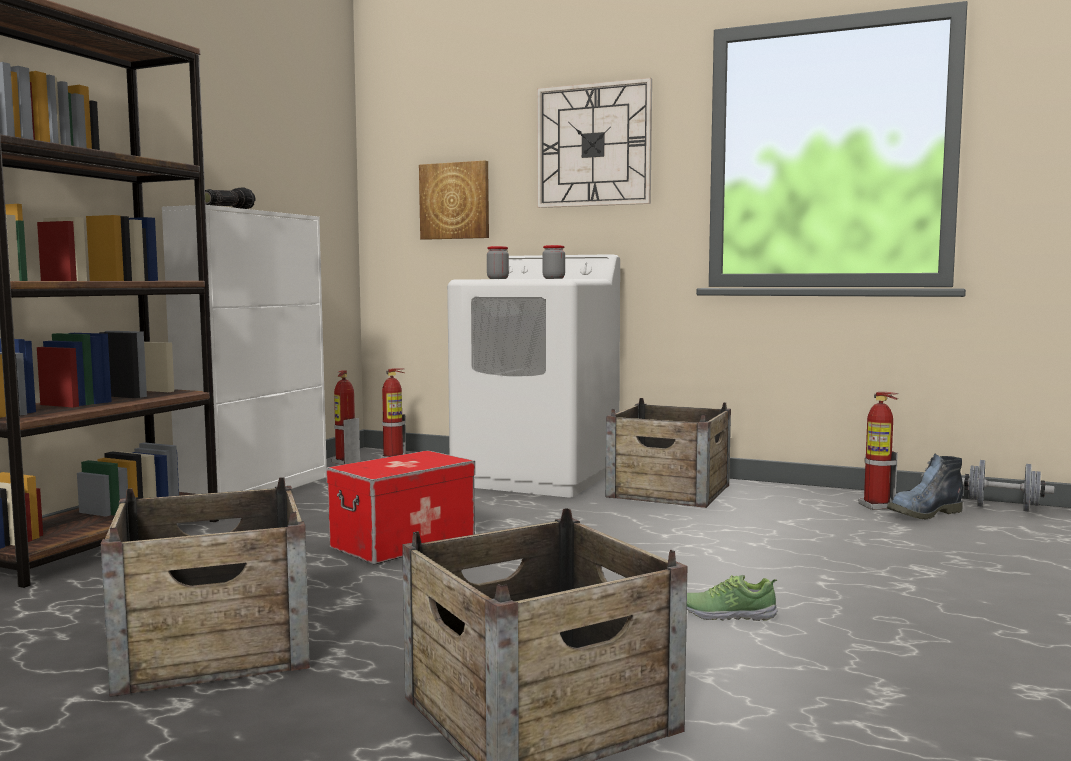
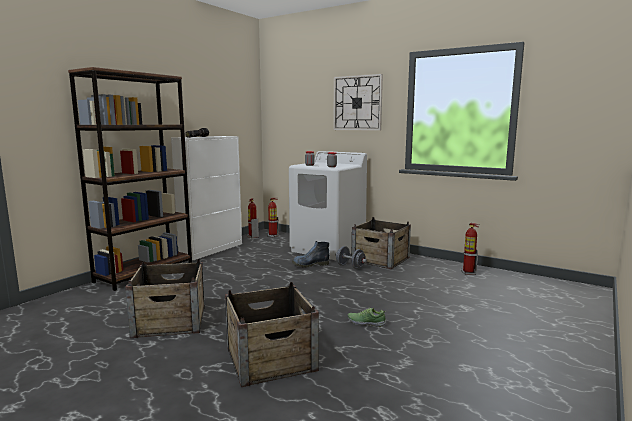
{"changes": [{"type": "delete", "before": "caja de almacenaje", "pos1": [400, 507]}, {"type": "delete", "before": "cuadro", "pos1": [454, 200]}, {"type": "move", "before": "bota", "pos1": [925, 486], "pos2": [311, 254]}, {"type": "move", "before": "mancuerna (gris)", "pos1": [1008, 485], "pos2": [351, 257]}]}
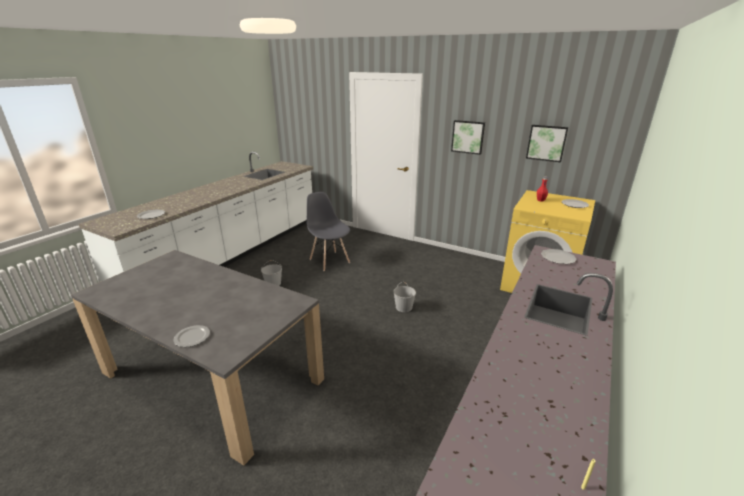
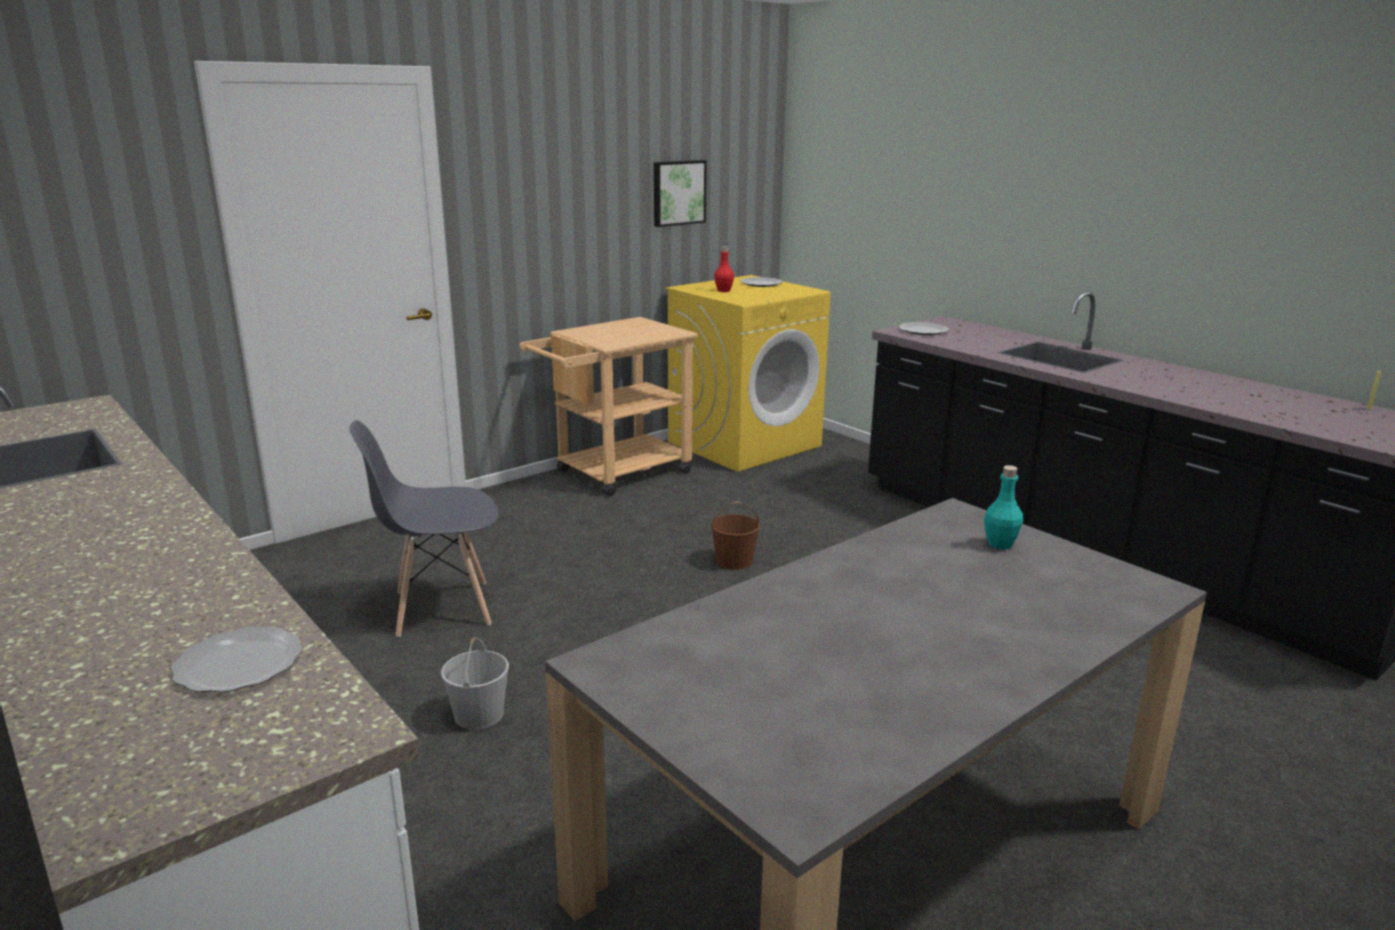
{"changes": [{"type": "delete", "before": "plato", "pos1": [192, 336]}, {"type": "delete", "before": "cuadro", "pos1": [468, 137]}, {"type": "insert", "after": "carrito (beis)", "pos2": [608, 406]}, {"type": "insert", "after": "botella (turquesa)", "pos2": [1003, 507]}, {"type": "recolor", "before": "cubo (blanco)", "after": "cubo (marrón)", "pos1": [404, 297], "pos2": [735, 536]}]}
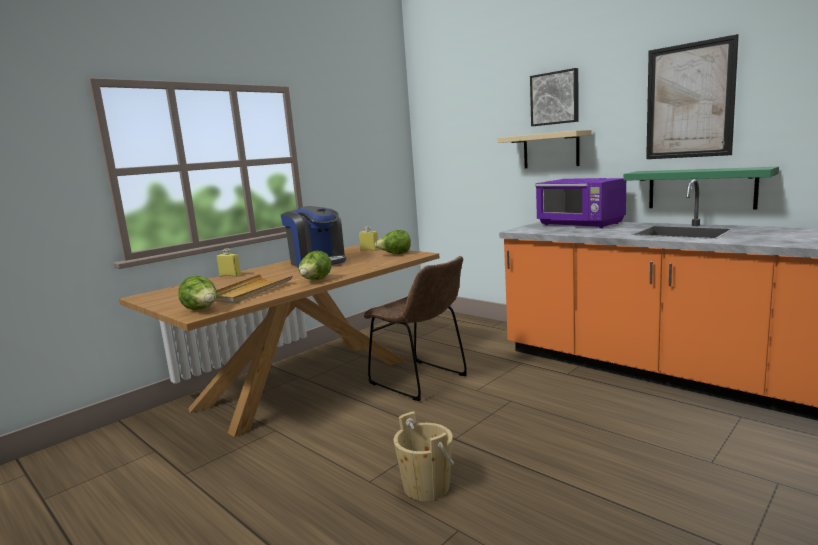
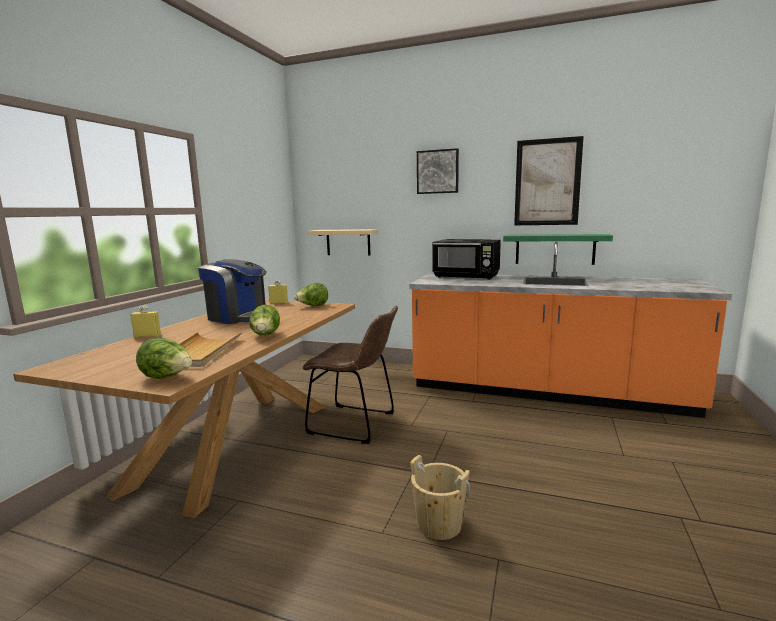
{"changes": [{"type": "move", "before": "estante (beis)", "pos1": [545, 149], "pos2": [343, 242]}, {"type": "recolor", "before": "microondas (morado)", "after": "microondas (negro)", "pos1": [580, 203], "pos2": [466, 259]}]}
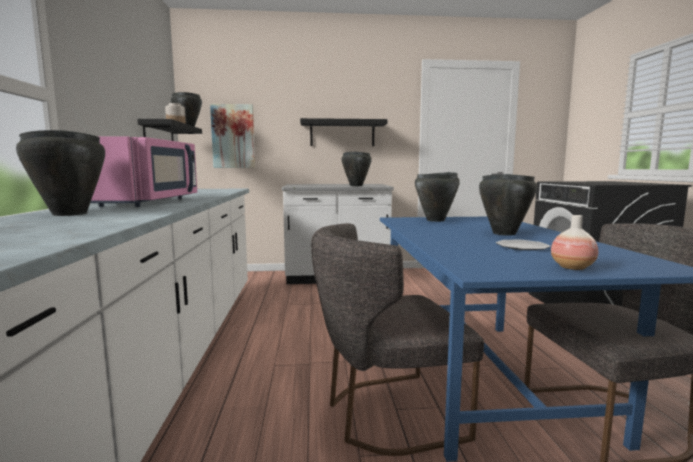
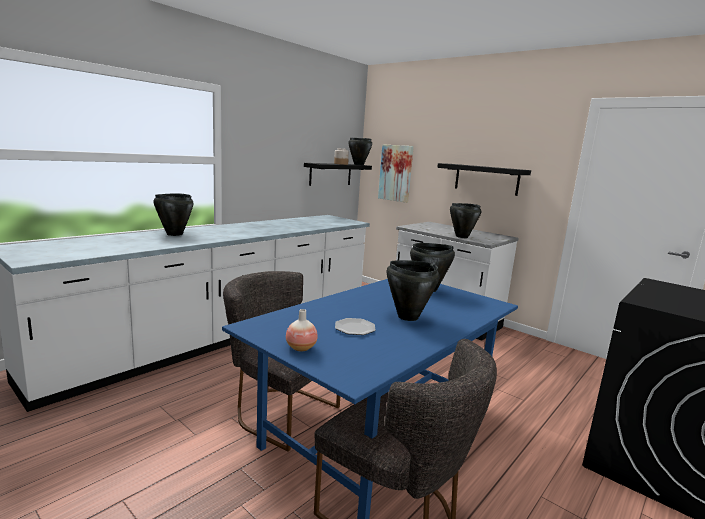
{"changes": [{"type": "delete", "before": "microondas (rosa)", "pos1": [143, 171]}]}
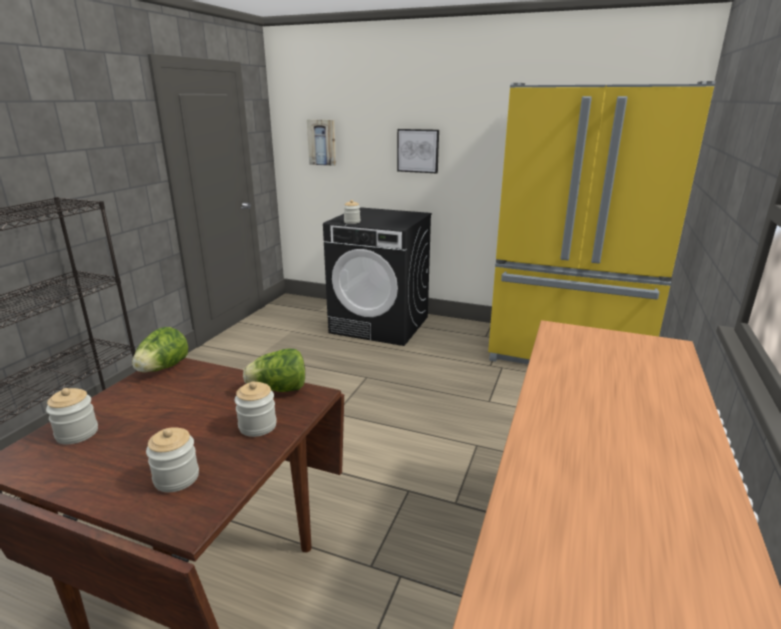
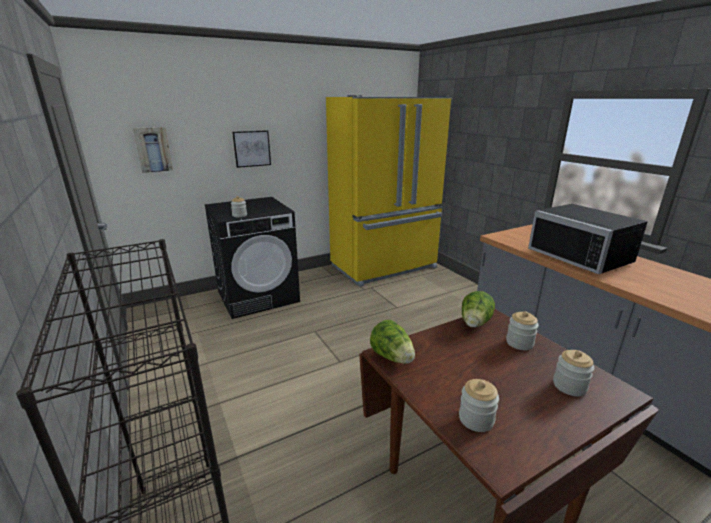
{"changes": [{"type": "insert", "after": "microondas (negro)", "pos2": [588, 239]}]}
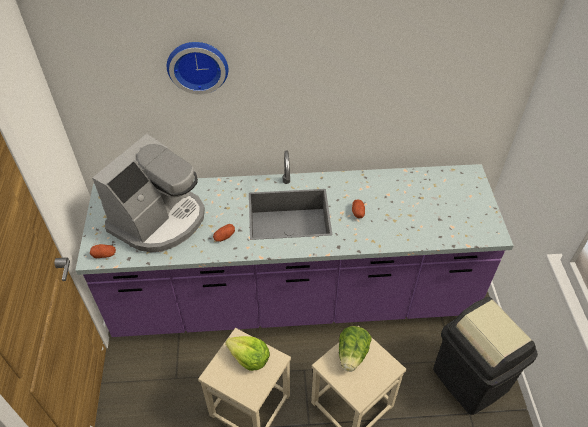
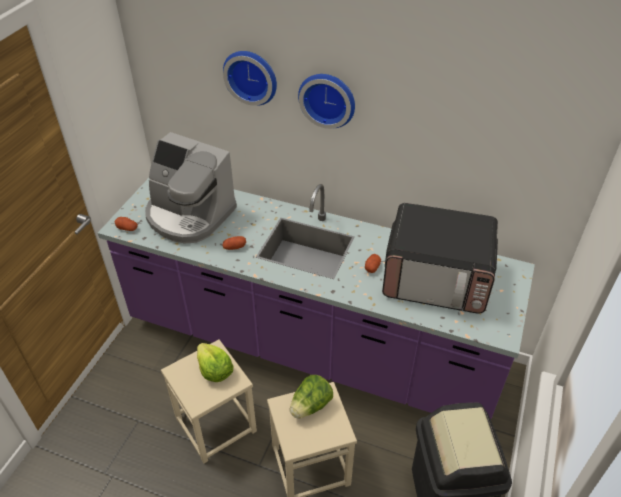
{"changes": [{"type": "insert", "after": "reloj de pared", "pos2": [326, 101]}, {"type": "insert", "after": "microondas", "pos2": [440, 258]}, {"type": "rotate", "before": "cafetera", "pos1": [148, 193], "pos2": [191, 188], "turn": 60}]}
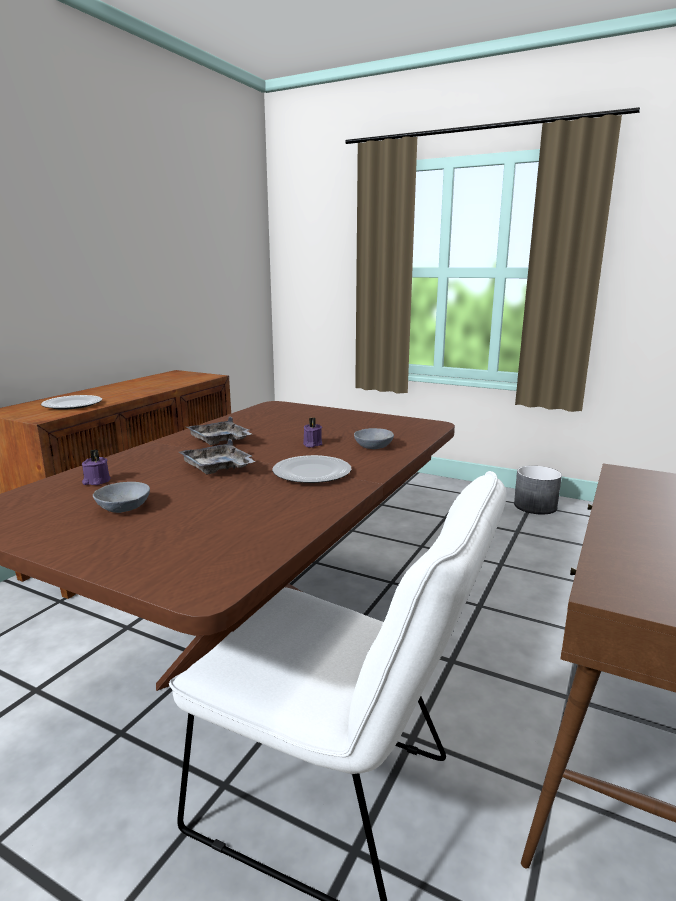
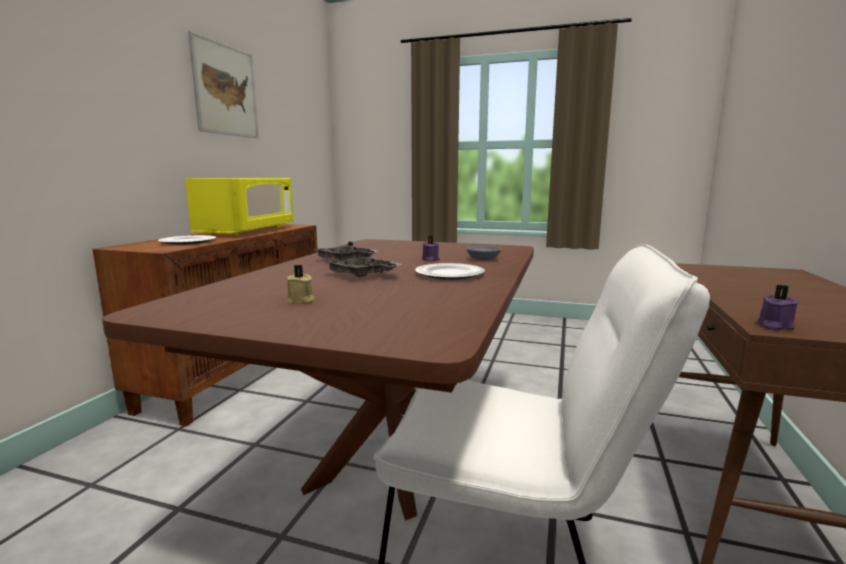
{"changes": [{"type": "delete", "before": "maceta (gris)", "pos1": [538, 490]}, {"type": "insert", "after": "microondas (amarillo)", "pos2": [239, 207]}, {"type": "insert", "after": "cuadro", "pos2": [223, 84]}, {"type": "move", "before": "vela (morado)", "pos1": [96, 467], "pos2": [778, 307]}, {"type": "replace", "before": "cuenco (gris)", "after": "vela (beis)", "pos1": [121, 497], "pos2": [301, 284]}]}
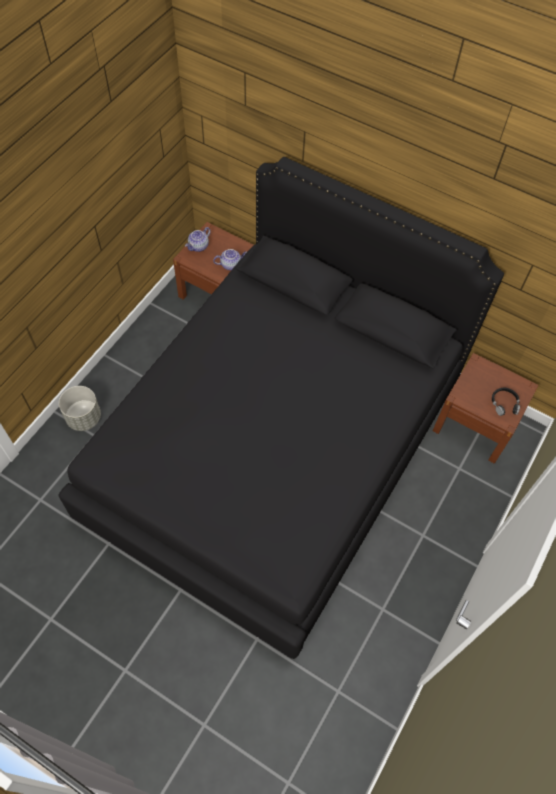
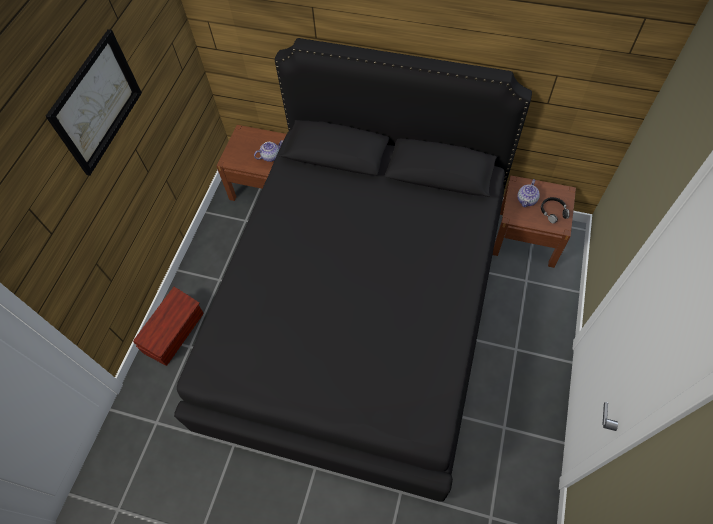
{"changes": [{"type": "insert", "after": "cuadro", "pos2": [94, 102]}, {"type": "move", "before": "tetera", "pos1": [198, 239], "pos2": [528, 193]}, {"type": "replace", "before": "maceta (gris)", "after": "caja de almacenaje (marrón)", "pos1": [80, 408], "pos2": [168, 326]}]}
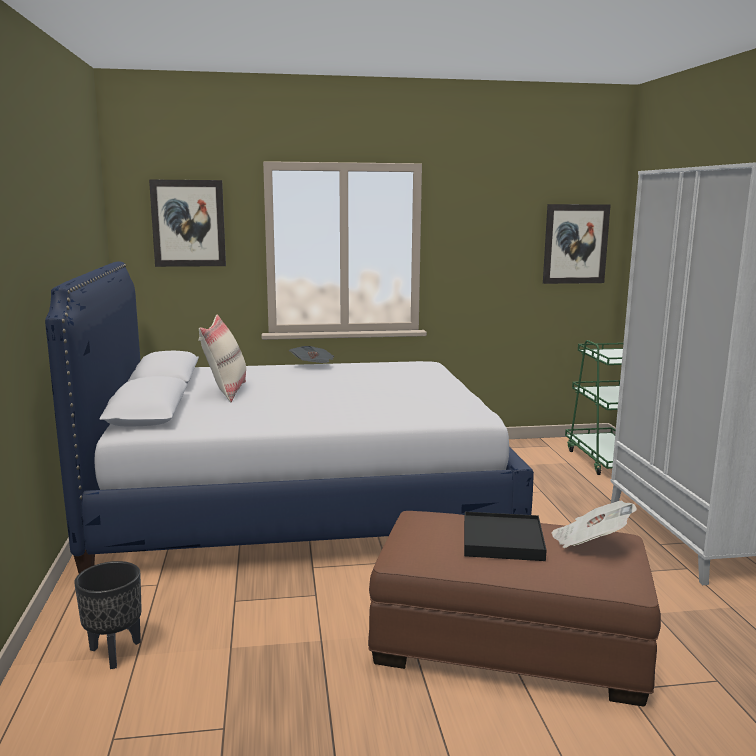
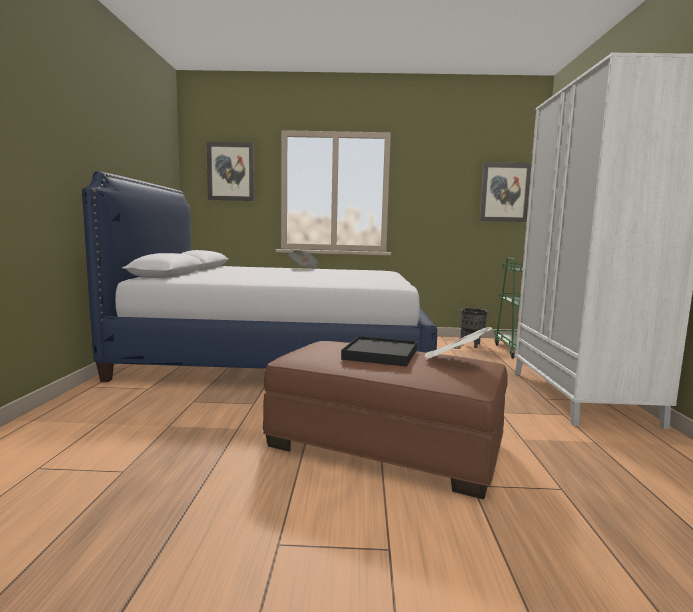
{"changes": [{"type": "delete", "before": "cojín (beis)", "pos1": [222, 358]}, {"type": "move", "before": "maceta (negro)", "pos1": [108, 615], "pos2": [474, 328]}]}
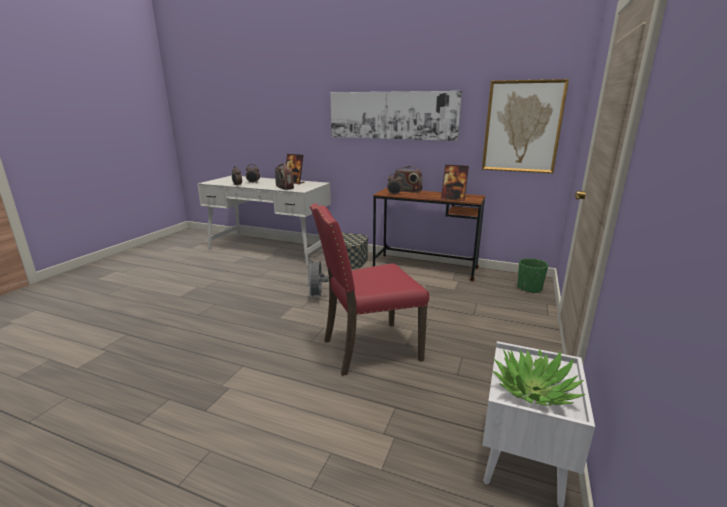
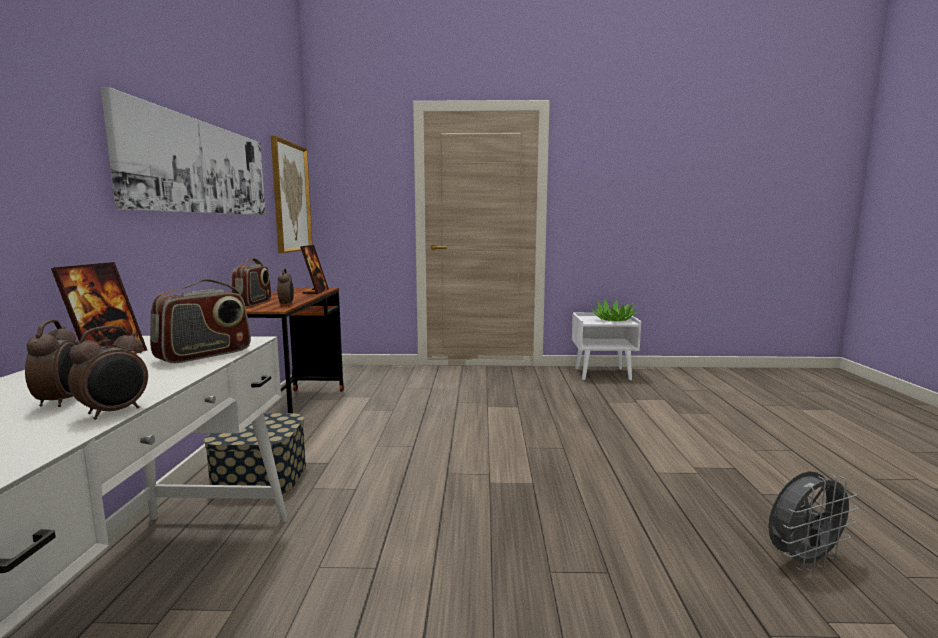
{"changes": [{"type": "delete", "before": "silla (rojo)", "pos1": [369, 289]}, {"type": "delete", "before": "maceta (verde)", "pos1": [532, 276]}, {"type": "move", "before": "ventilador (gris)", "pos1": [318, 279], "pos2": [813, 521]}]}
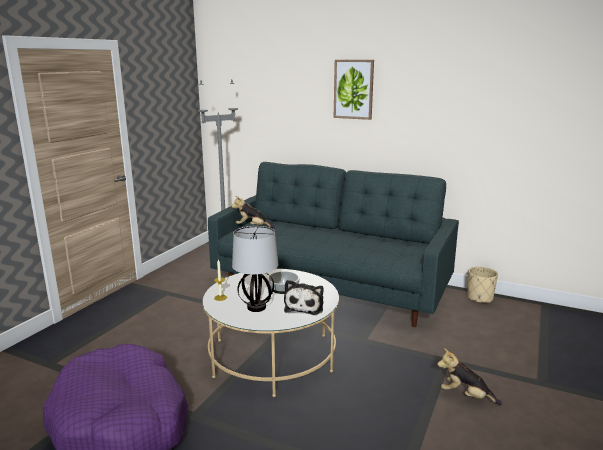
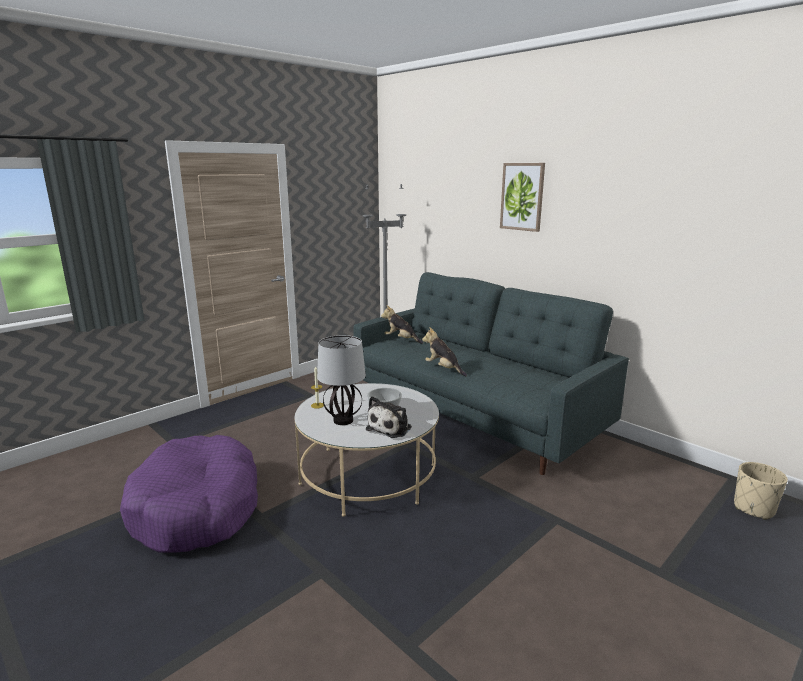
{"changes": [{"type": "move", "before": "peluche", "pos1": [469, 376], "pos2": [444, 351]}, {"type": "move", "before": "maceta (beis)", "pos1": [482, 285], "pos2": [761, 491]}]}
